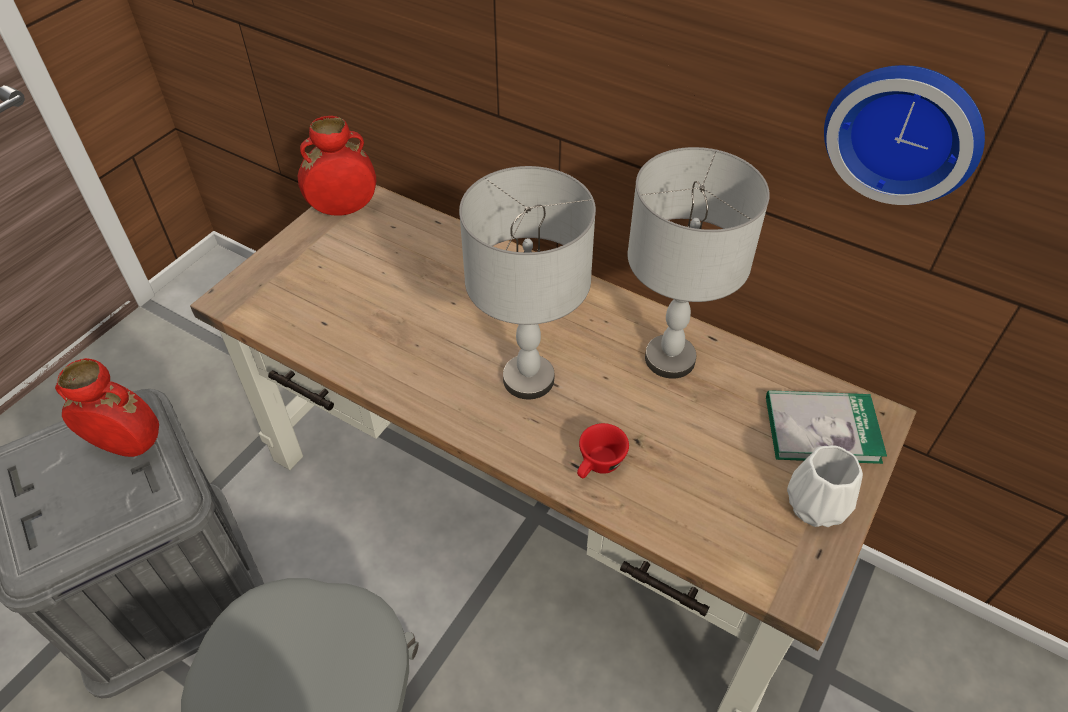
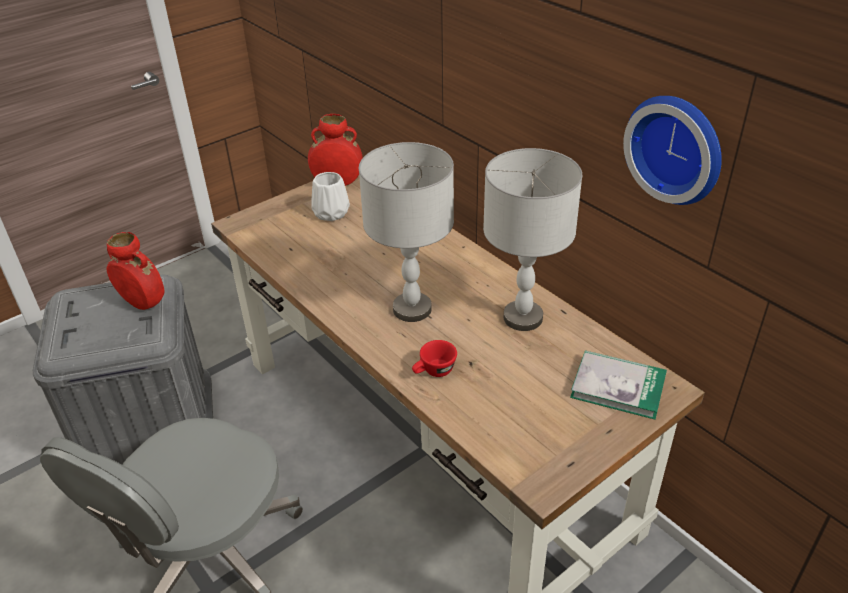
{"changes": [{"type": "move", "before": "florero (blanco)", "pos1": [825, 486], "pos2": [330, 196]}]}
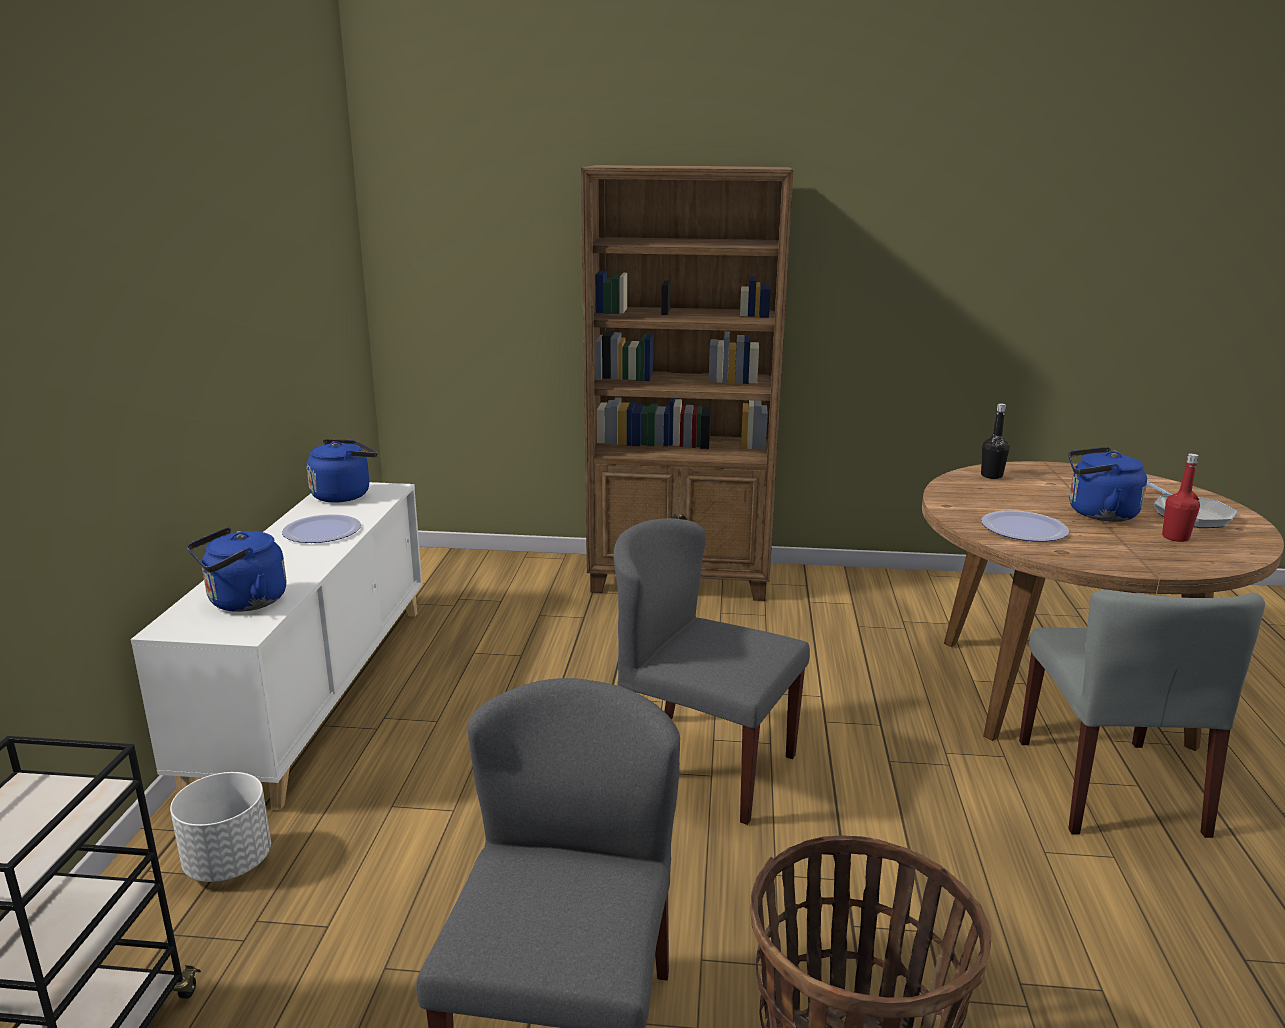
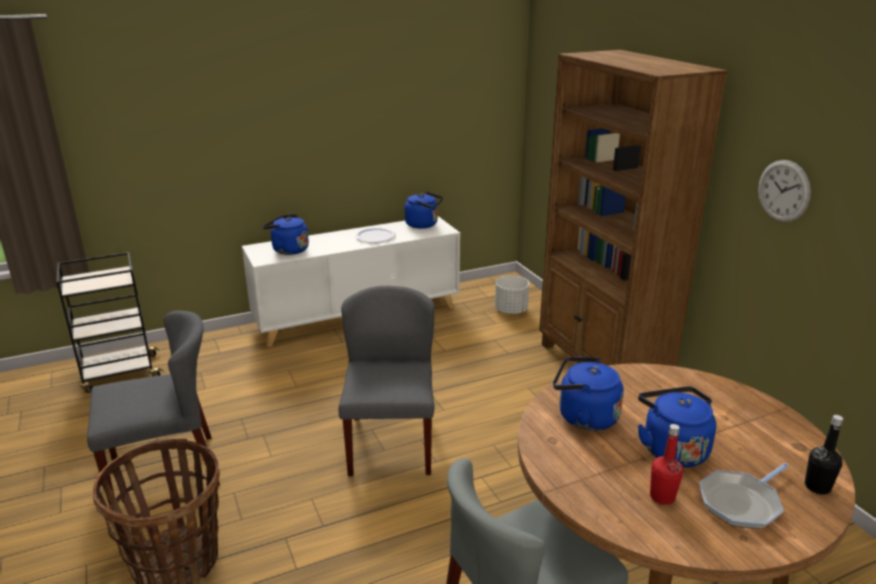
{"changes": [{"type": "insert", "after": "reloj de pared", "pos2": [784, 191]}, {"type": "move", "before": "maceta (blanco)", "pos1": [220, 827], "pos2": [512, 294]}, {"type": "move", "before": "botella (negro)", "pos1": [995, 441], "pos2": [824, 455]}, {"type": "replace", "before": "plato", "after": "hervidor (azul)", "pos1": [1025, 526], "pos2": [588, 394]}]}
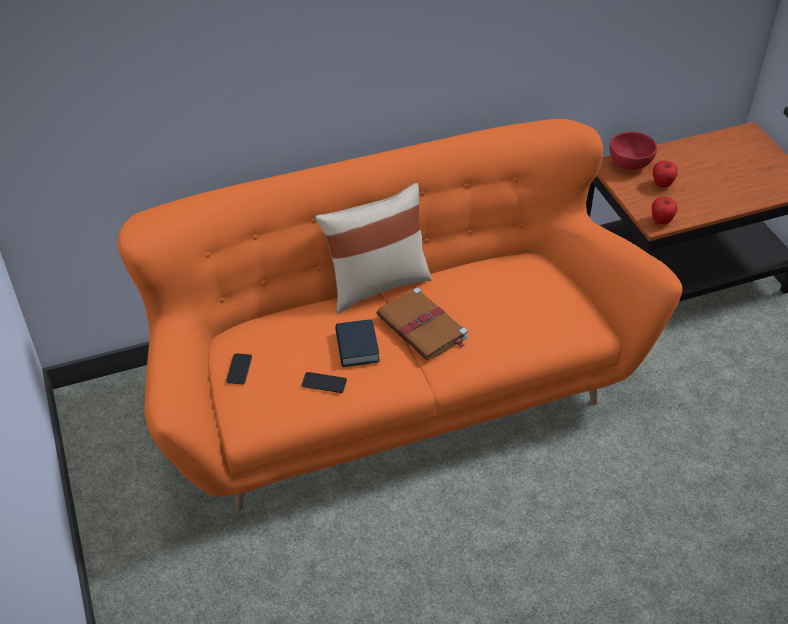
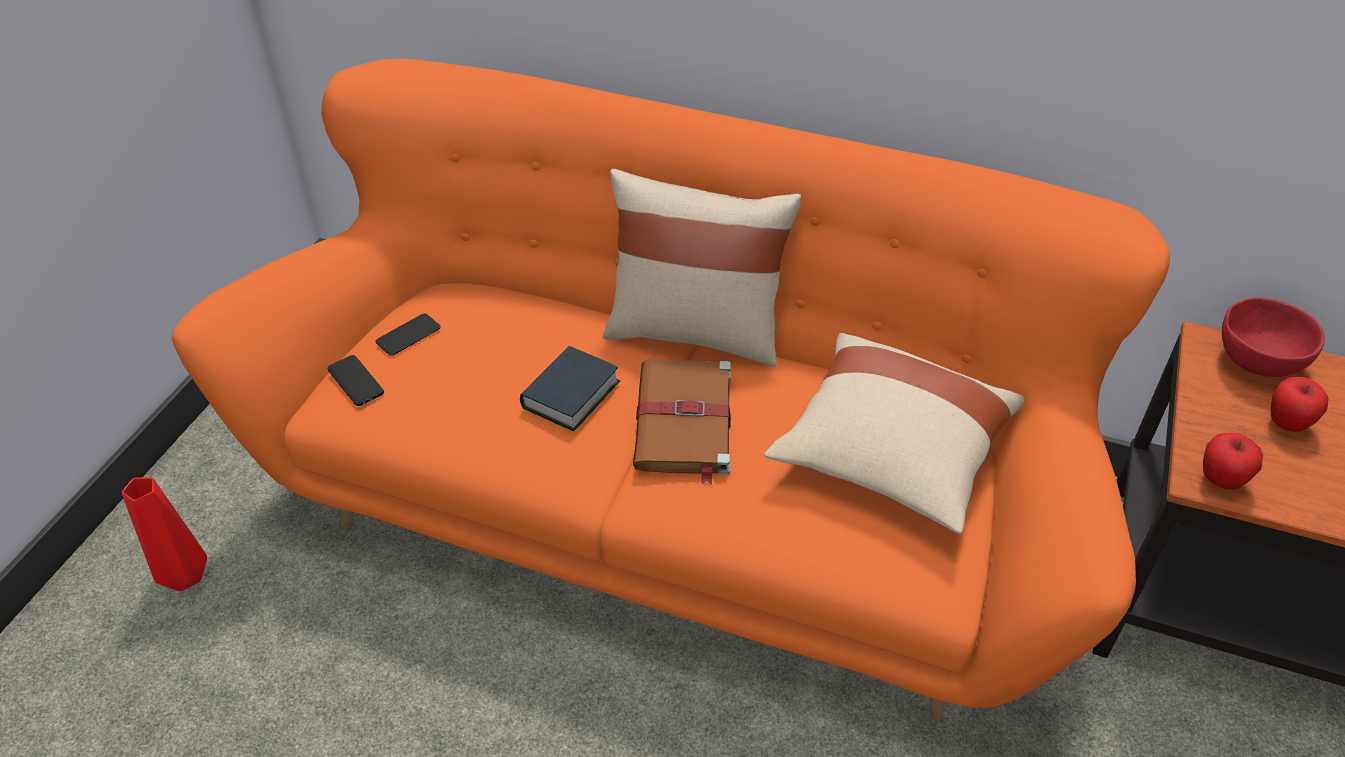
{"changes": [{"type": "insert", "after": "florero (rojo)", "pos2": [164, 534]}, {"type": "insert", "after": "cojín (beis)", "pos2": [894, 433]}, {"type": "move", "before": "móvil", "pos1": [324, 382], "pos2": [356, 380]}]}
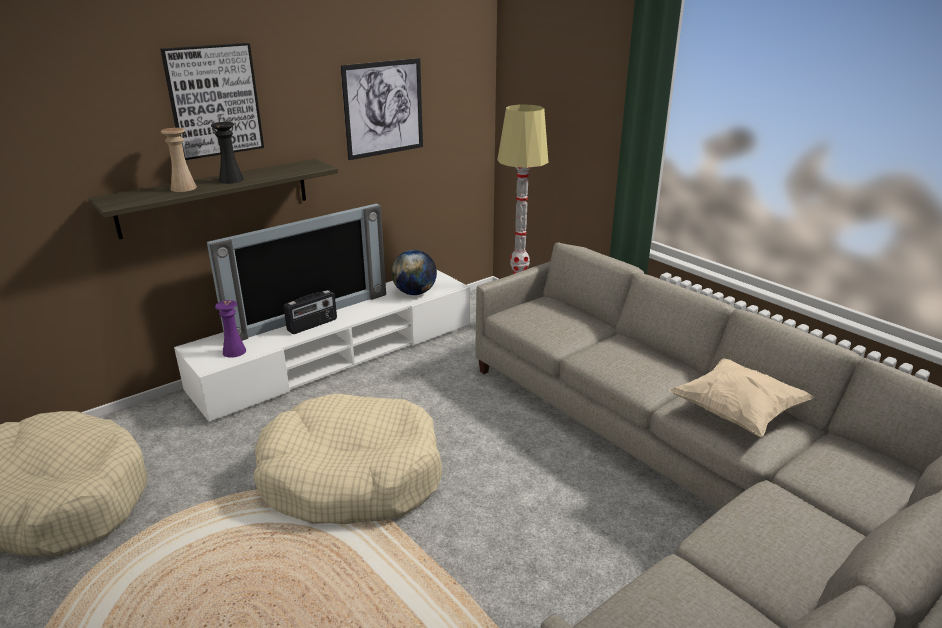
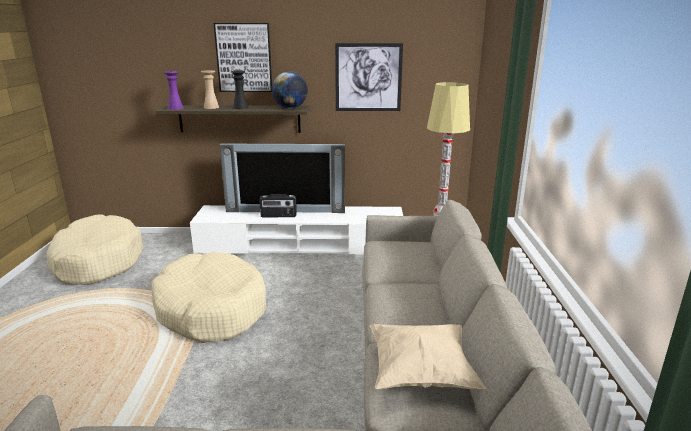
{"changes": [{"type": "move", "before": "florero (morado)", "pos1": [230, 329], "pos2": [173, 90]}, {"type": "move", "before": "globo terráqueo", "pos1": [414, 272], "pos2": [289, 90]}]}
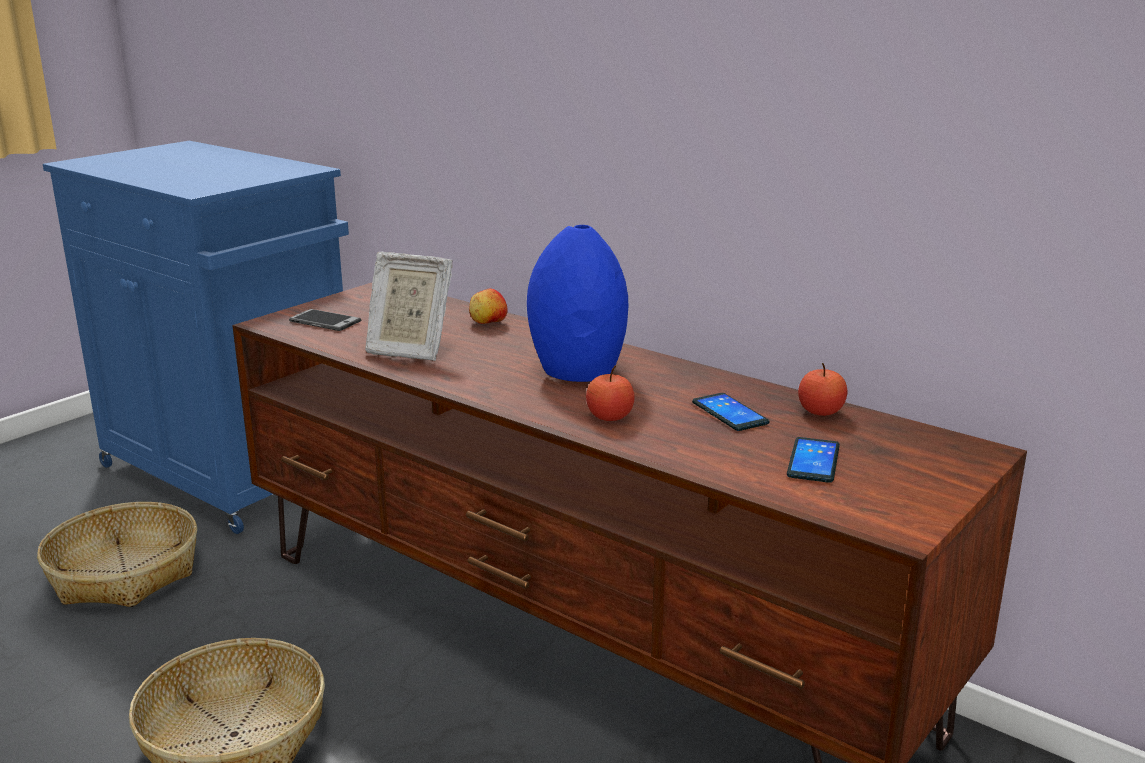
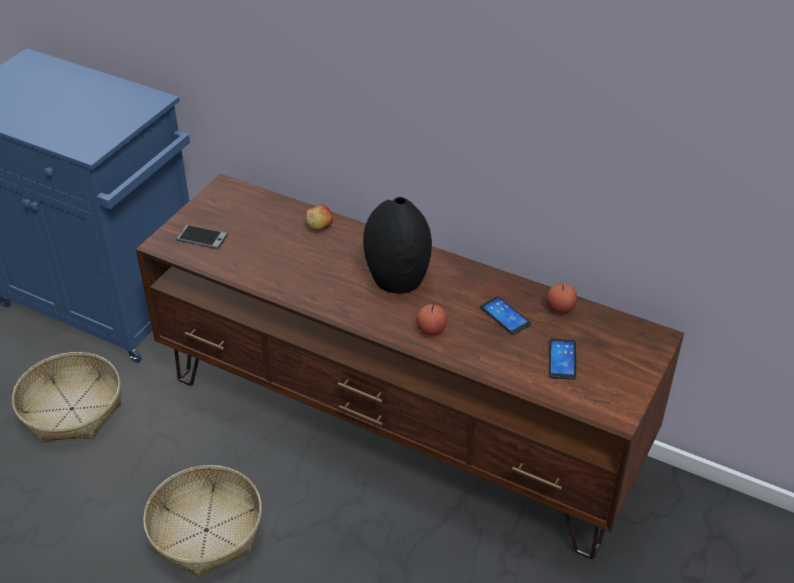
{"changes": [{"type": "delete", "before": "portarretratos", "pos1": [409, 306]}, {"type": "recolor", "before": "florero (azul)", "after": "florero (negro)", "pos1": [577, 303], "pos2": [397, 245]}]}
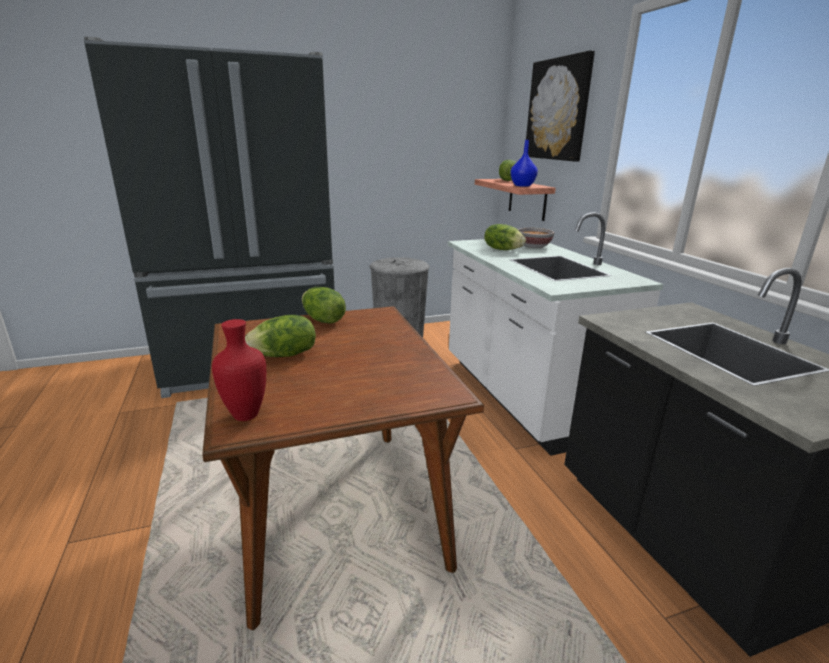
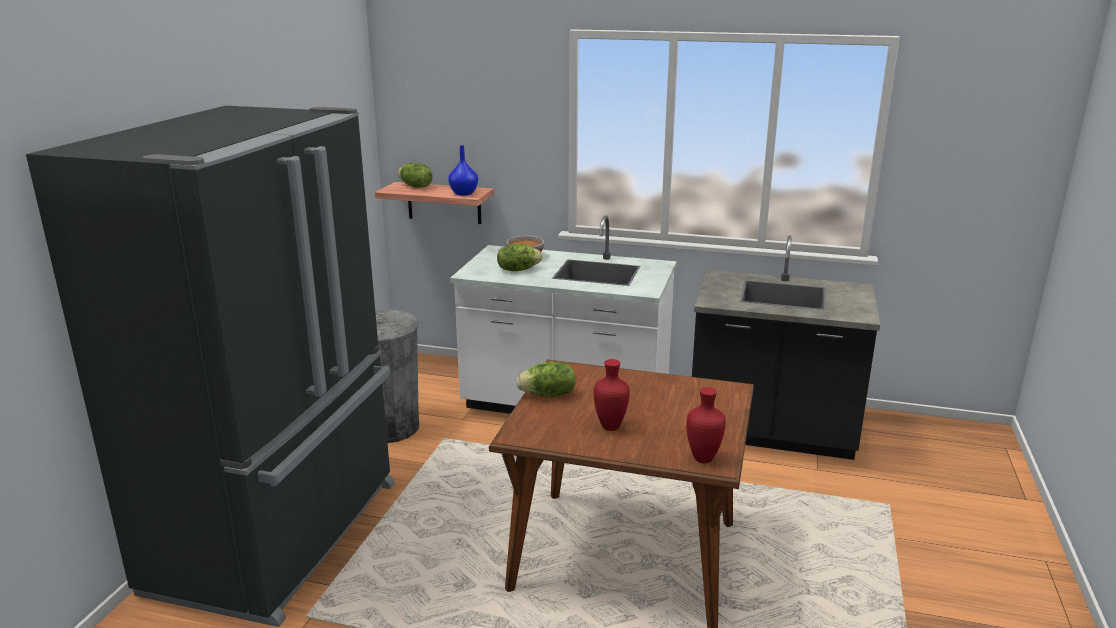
{"changes": [{"type": "delete", "before": "cuadro", "pos1": [560, 106]}, {"type": "replace", "before": "lechuga", "after": "florero (rojo)", "pos1": [280, 336], "pos2": [612, 395]}]}
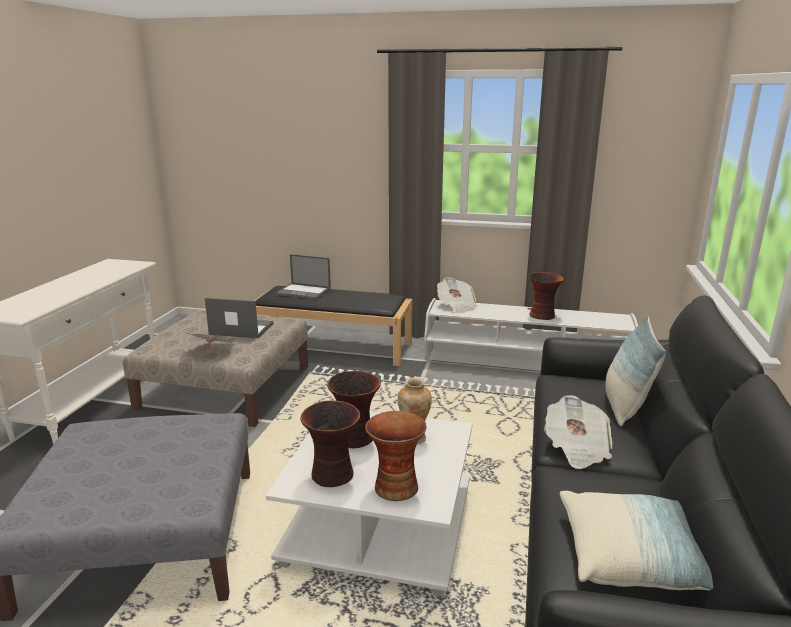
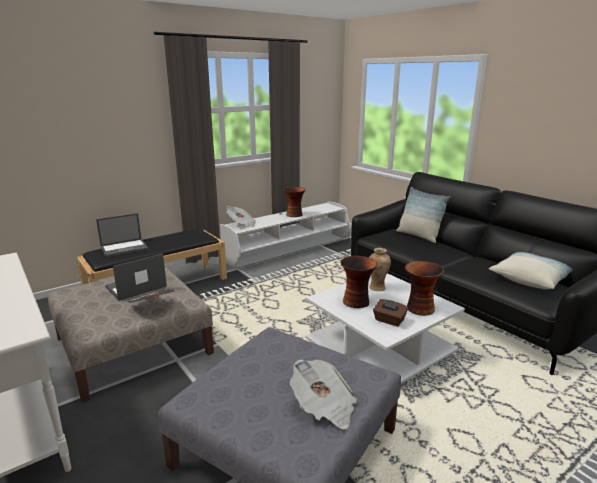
{"changes": [{"type": "move", "before": "periódico", "pos1": [578, 432], "pos2": [323, 394]}, {"type": "replace", "before": "florero", "after": "caja de pañuelos (marrón)", "pos1": [330, 443], "pos2": [390, 313]}]}
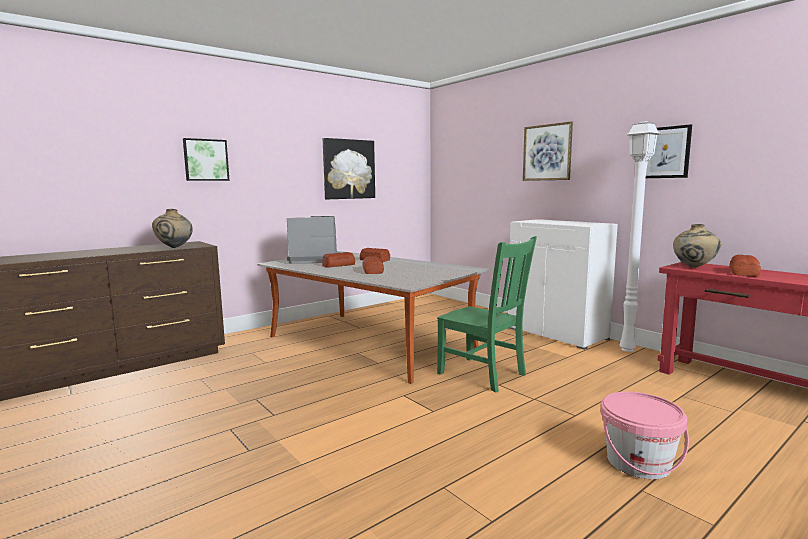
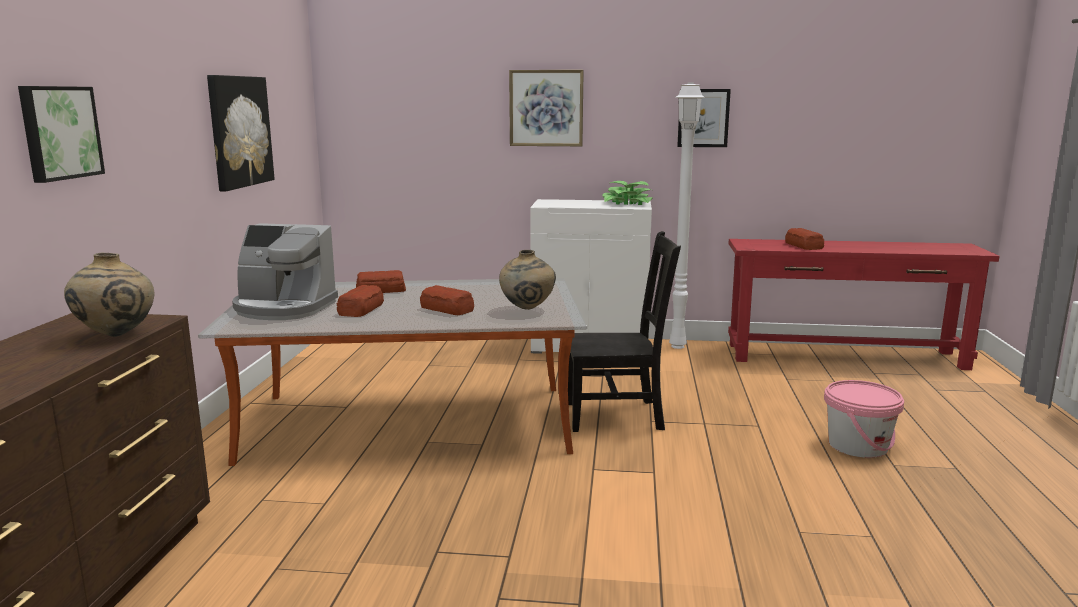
{"changes": [{"type": "insert", "after": "planta en maceta", "pos2": [628, 193]}, {"type": "move", "before": "florero (beis)", "pos1": [697, 246], "pos2": [527, 280]}, {"type": "recolor", "before": "silla (verde)", "after": "silla (negro)", "pos1": [487, 314], "pos2": [624, 331]}, {"type": "rotate", "before": "cafetera", "pos1": [313, 240], "pos2": [285, 271], "turn": -120}]}
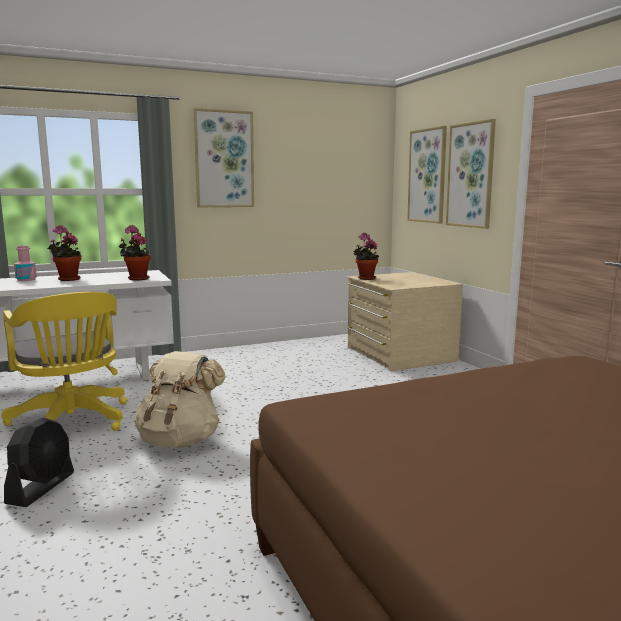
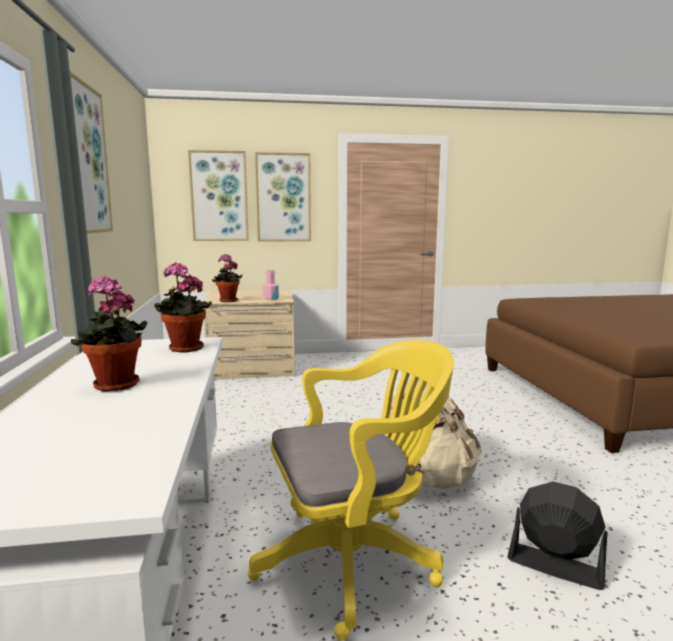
{"changes": [{"type": "move", "before": "botella (rosa)", "pos1": [25, 263], "pos2": [271, 285]}]}
